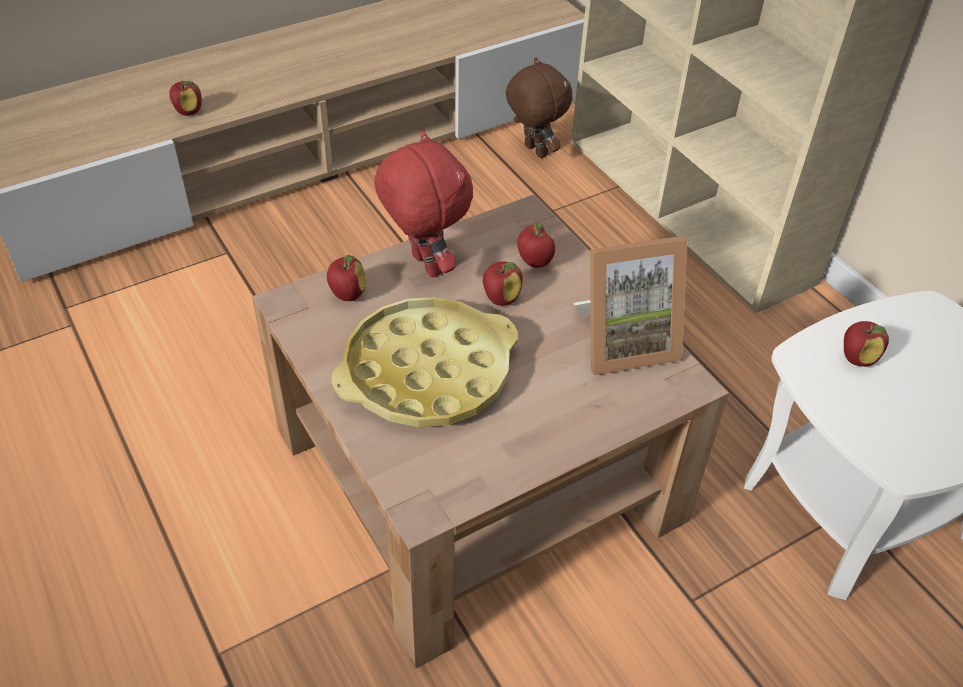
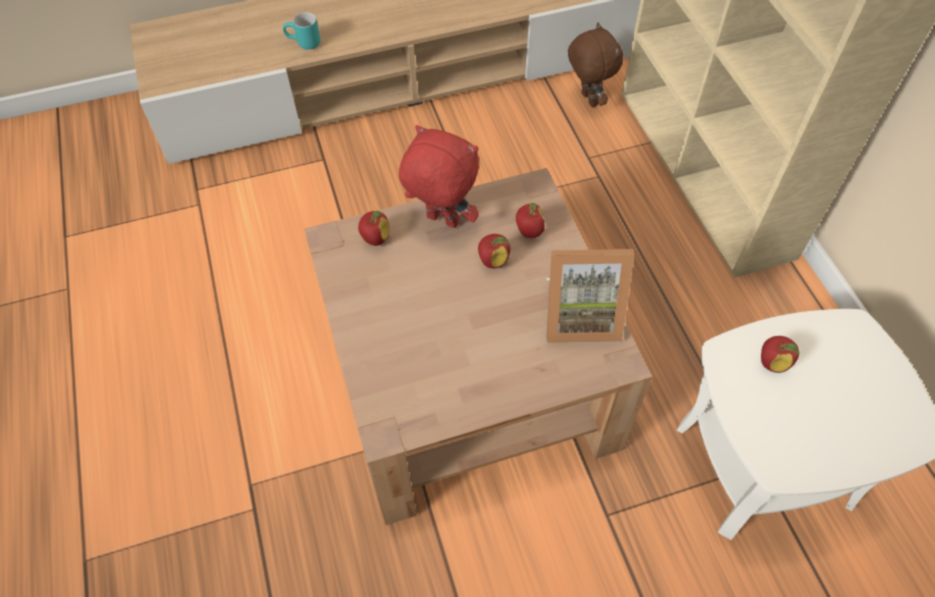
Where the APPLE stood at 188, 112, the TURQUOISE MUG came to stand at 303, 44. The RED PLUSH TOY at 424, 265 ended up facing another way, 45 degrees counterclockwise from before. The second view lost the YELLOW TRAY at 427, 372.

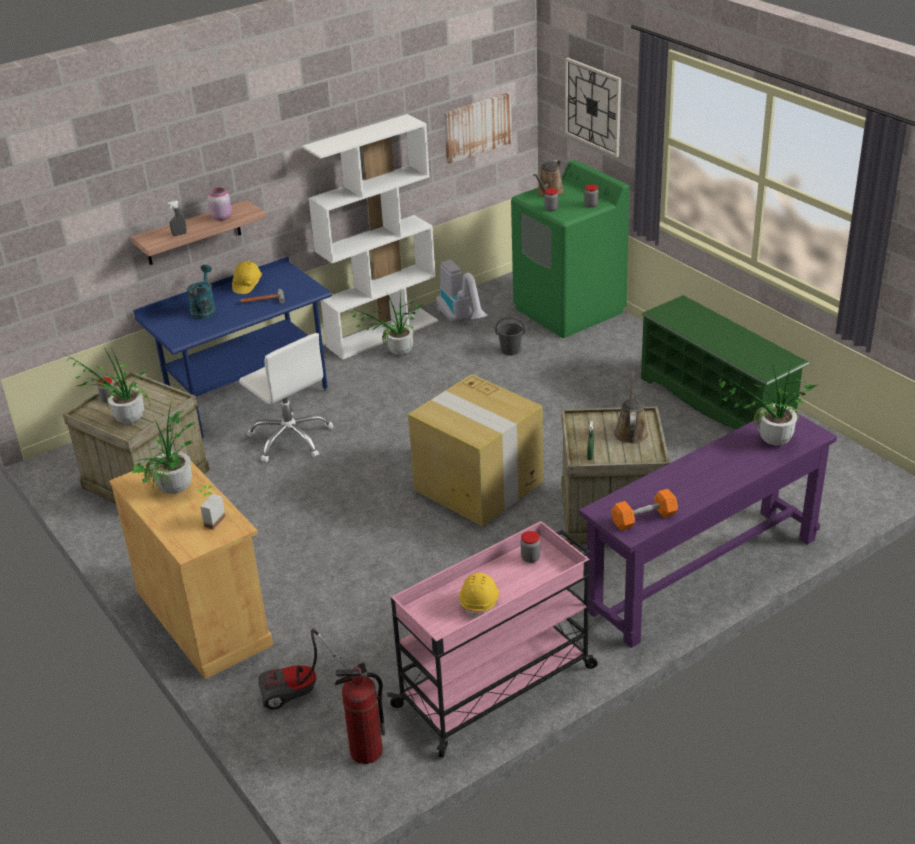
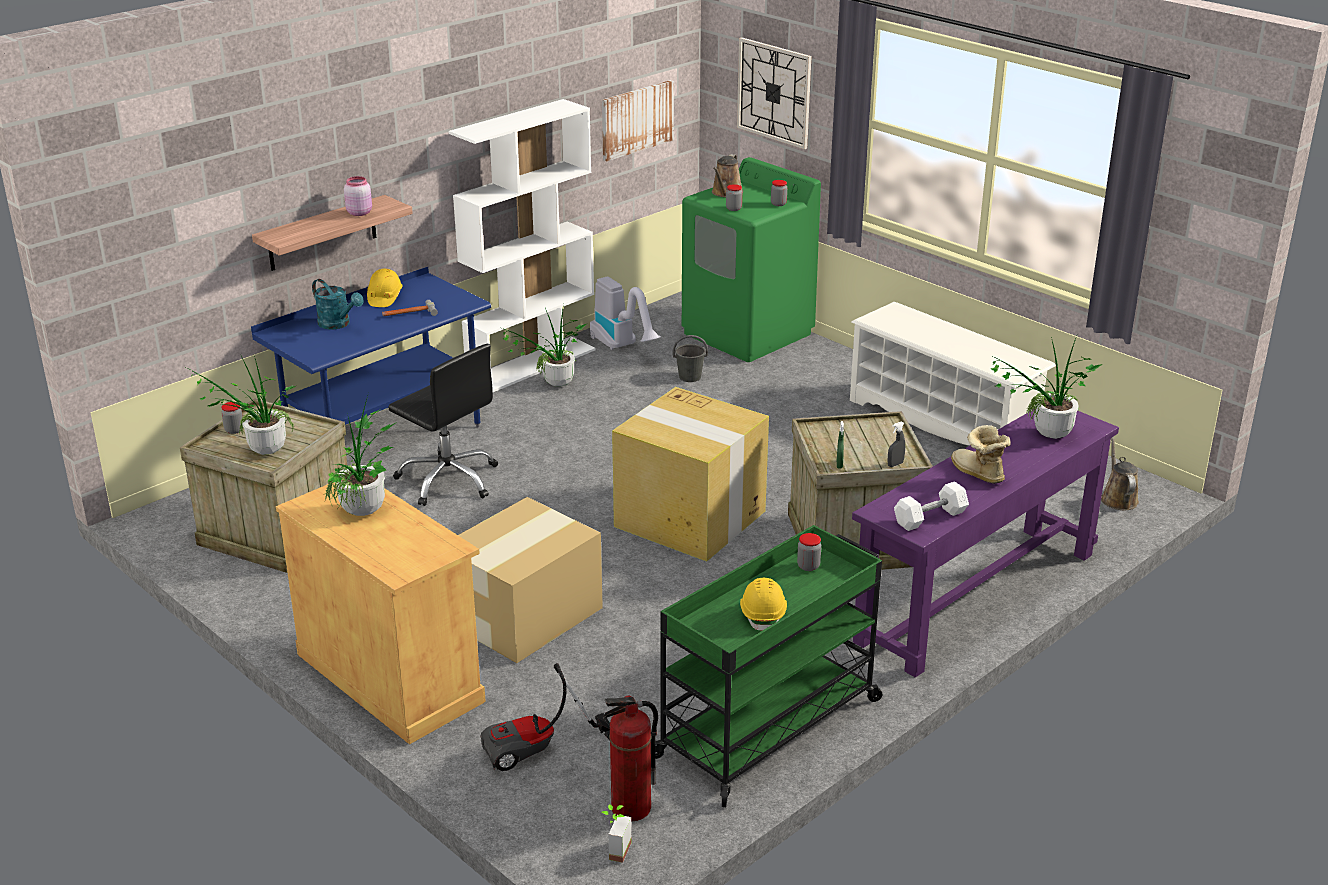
The GREY SPRAY BOTTLE ended up elsewhere, having gone from 179, 234 to 895, 464. The TURQUOISE WATERING CAN at 204, 309 ended up facing another way, 135 degrees clockwise from before. What was the GREEN SHOE RACK at 716, 403 turned into the WHITE SHOE RACK at 943, 422. What was the WHITE OFFICE CHAIR at 291, 438 turned into the BLACK OFFICE CHAIR at 448, 479. The BROWN WATERING CAN ended up elsewhere, having gone from 631, 431 to 1118, 498. The POTTED PLANT ended up elsewhere, having gone from 211, 520 to 614, 850. What was the ORANGE DUMBBELL at 644, 519 turned into the WHITE DUMBBELL at 930, 518. What was the PINK CART at 497, 685 turned into the GREEN CART at 770, 727. The second view gained the BOOT at 977, 474. The second view gained the CARDBOARD BOX at 522, 615.

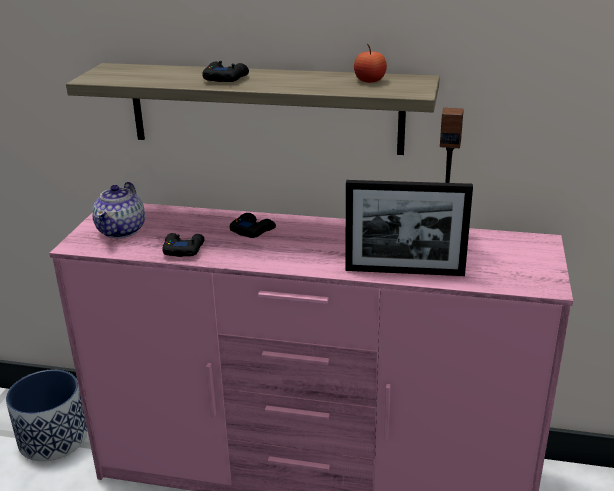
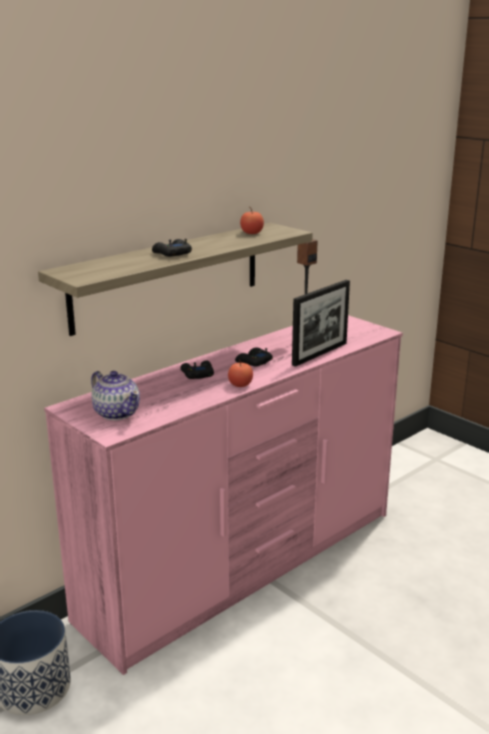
The BLACK GAME CONTROLLER ended up elsewhere, having gone from 183, 249 to 253, 362. The second view gained the APPLE at 240, 385.

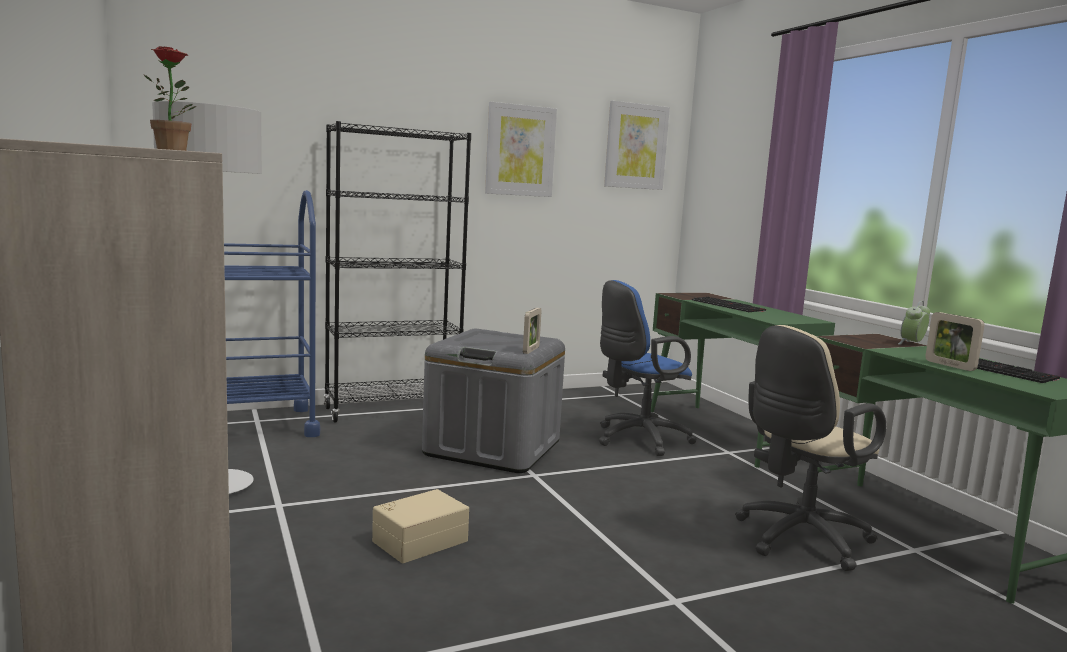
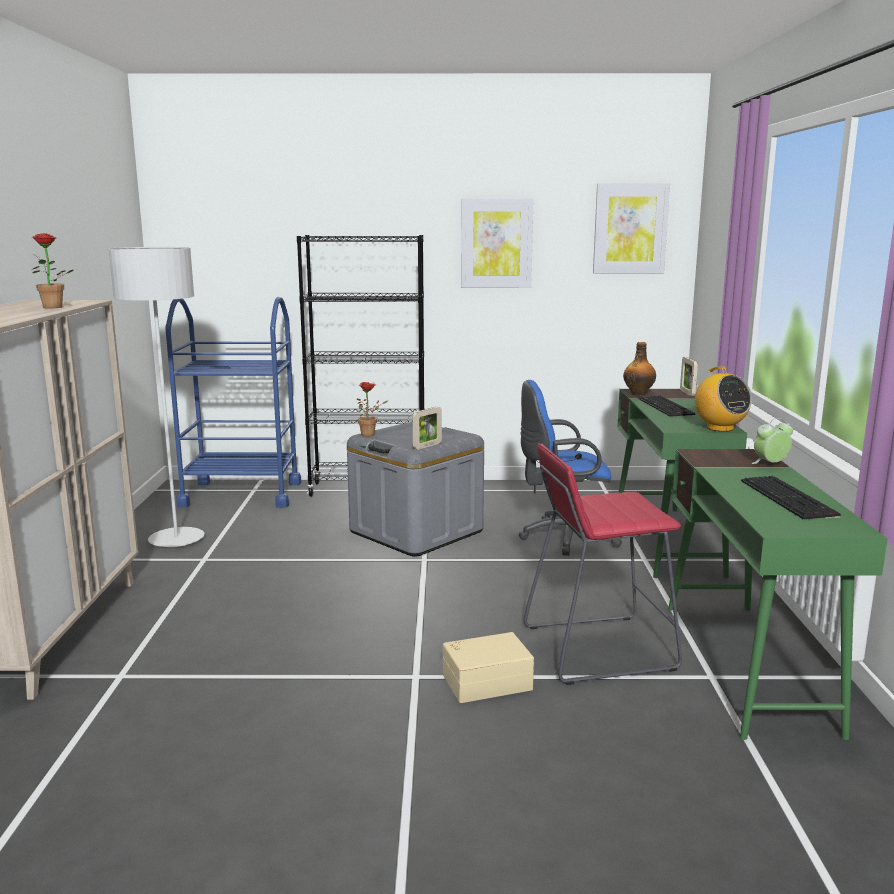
The PICTURE FRAME ended up elsewhere, having gone from 950, 365 to 687, 393. Where the BEIGE OFFICE CHAIR stood at 797, 540, the RED STOOL came to stand at 598, 648. The BEIGE STORAGE BOX ended up elsewhere, having gone from 419, 540 to 486, 681. The second view gained the BOTTLE at 639, 394. The second view gained the RADIO at 719, 428. The second view gained the POTTED PLANT at 370, 434.

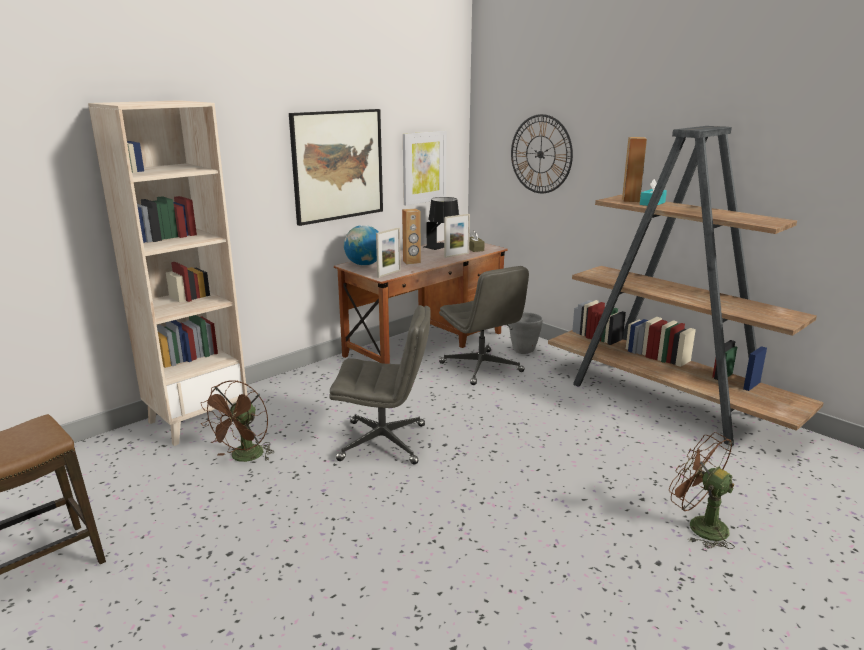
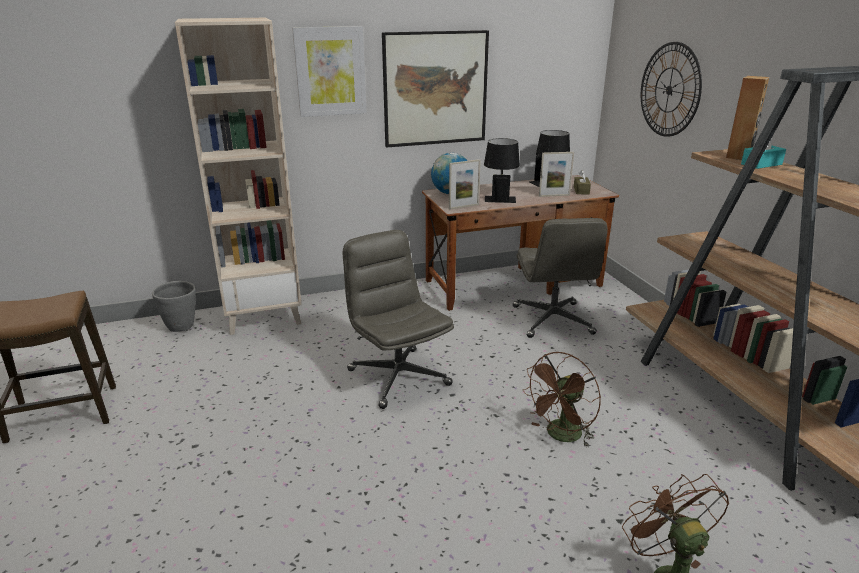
The PICTURE ended up elsewhere, having gone from 424, 167 to 330, 71. Where the BROWN SPEAKER stood at 411, 262, the BLACK TABLE LAMP came to stand at 499, 197. The GREY OFFICE CHAIR at 384, 442 ended up facing another way, 150 degrees counterclockwise from before. The GREY PLANTER ended up elsewhere, having gone from 524, 350 to 181, 327. The BROWN FAN ended up elsewhere, having gone from 244, 458 to 560, 436.

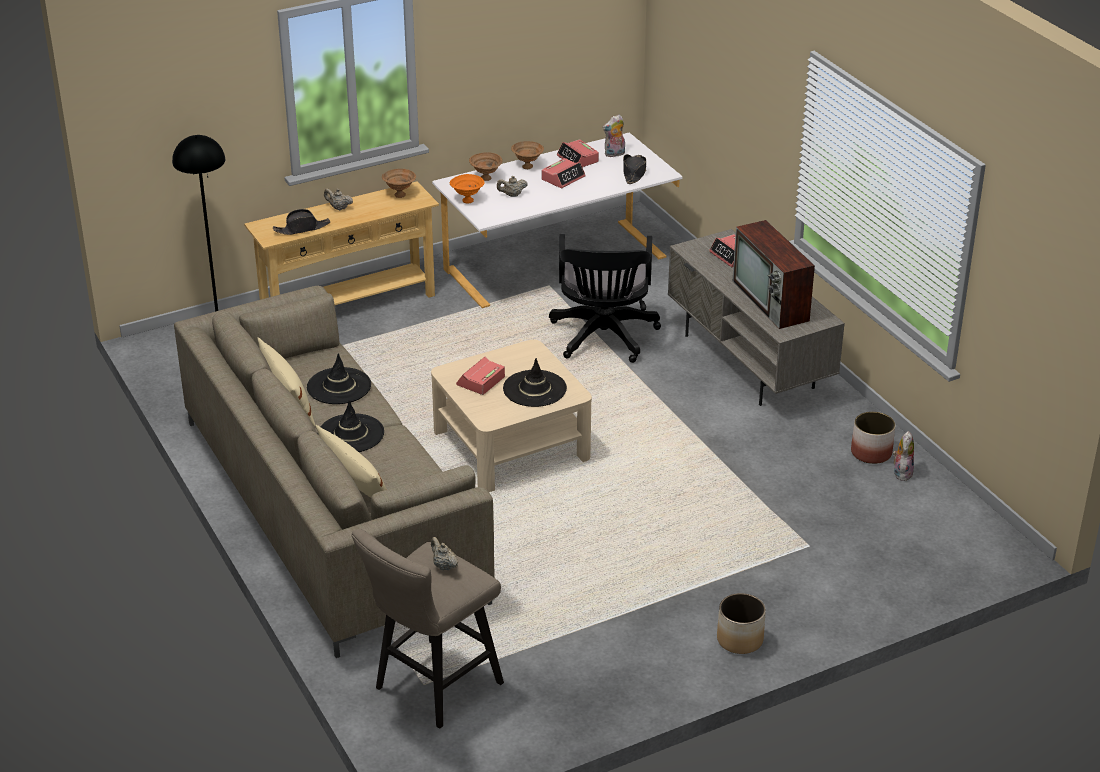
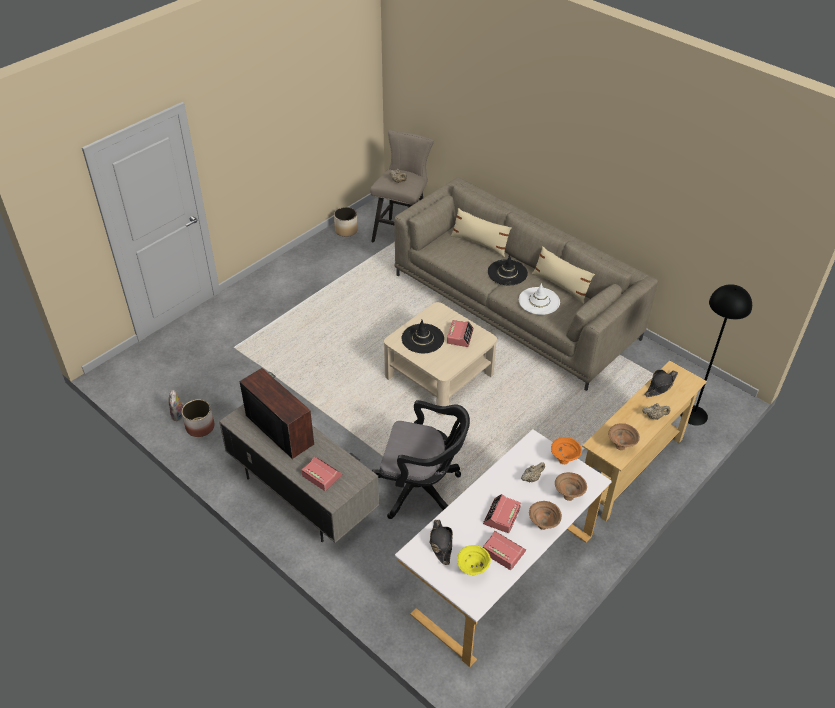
Where the PLUSH TOY stood at 614, 154, the YELLOW BOWL came to stand at 472, 571. The BLACK OFFICE CHAIR at 603, 339 ended up facing another way, 120 degrees clockwise from before. What was the BLACK HAT at 339, 386 turned into the WHITE HAT at 539, 301. The PLANTER ended up elsewhere, having gone from 739, 640 to 346, 230.

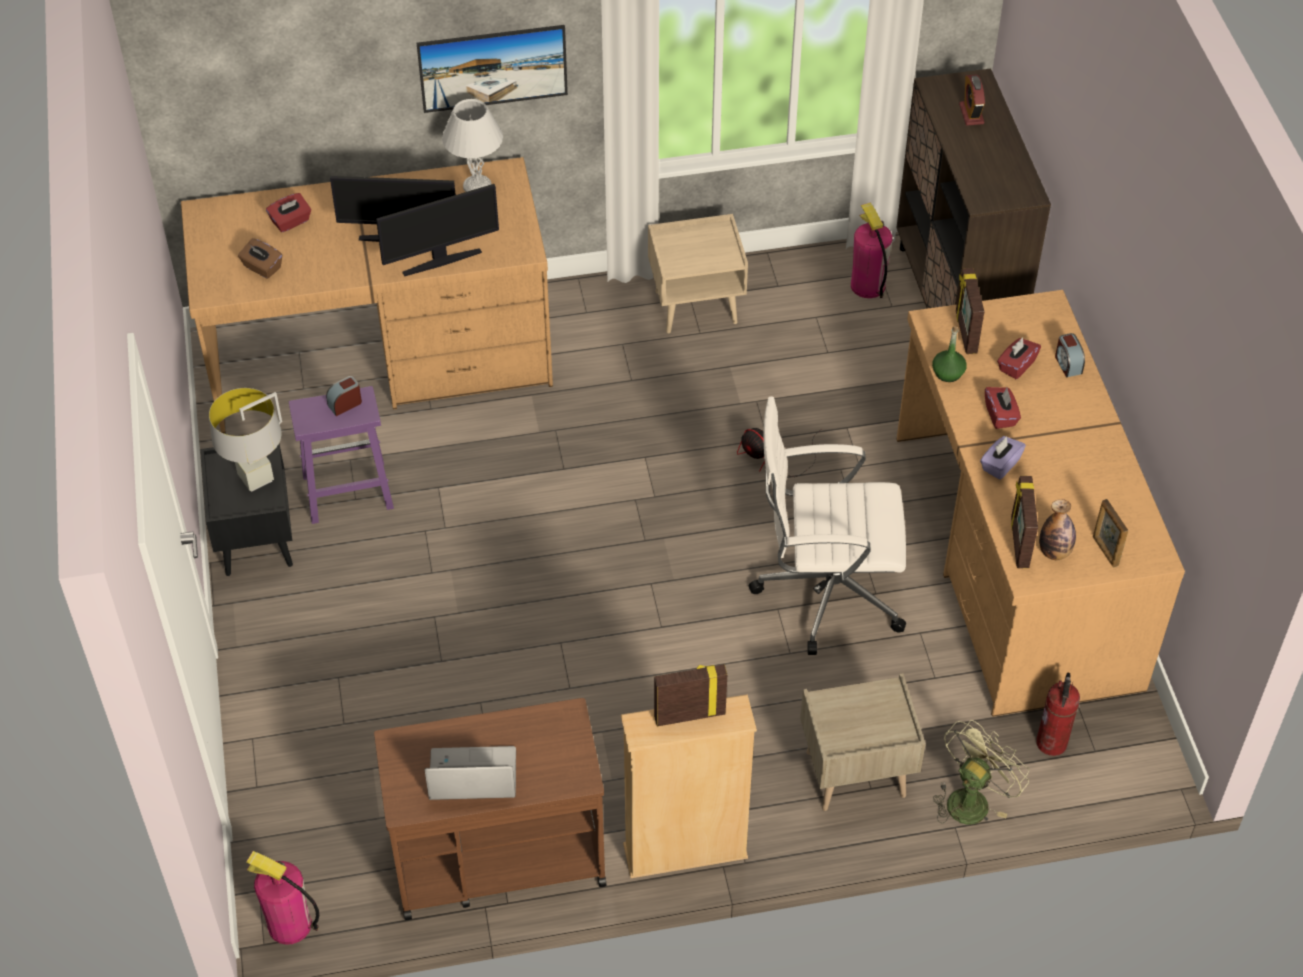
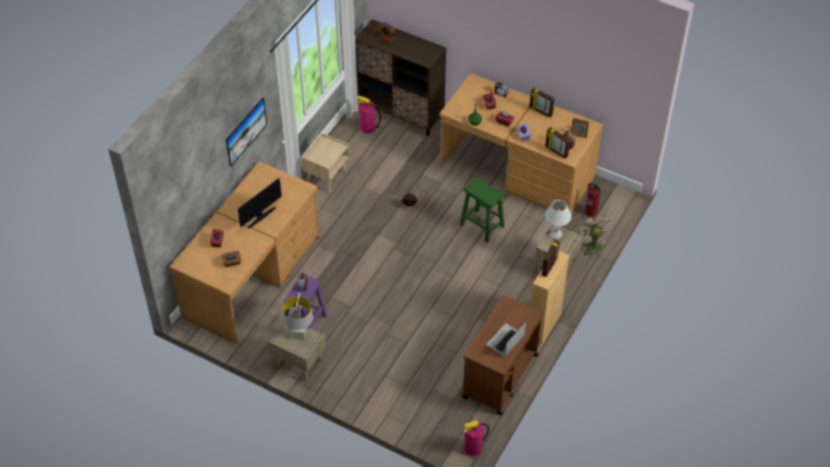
The WHITE TABLE LAMP ended up elsewhere, having gone from 476, 187 to 555, 234. The second view lost the MONITOR at 441, 261. The PICTURE FRAME ended up elsewhere, having gone from 965, 332 to 540, 112. Where the WHITE OFFICE CHAIR stood at 825, 591, the GREEN STOOL came to stand at 481, 225. What was the BLACK NIGHTSTAND at 255, 540 turned into the BEIGE NIGHTSTAND at 299, 363.

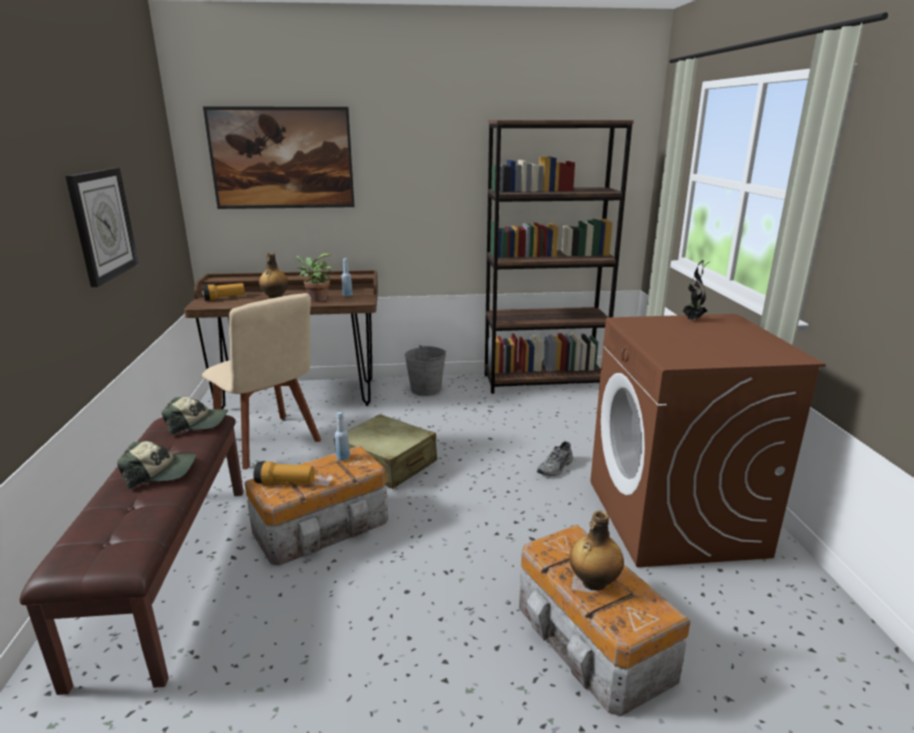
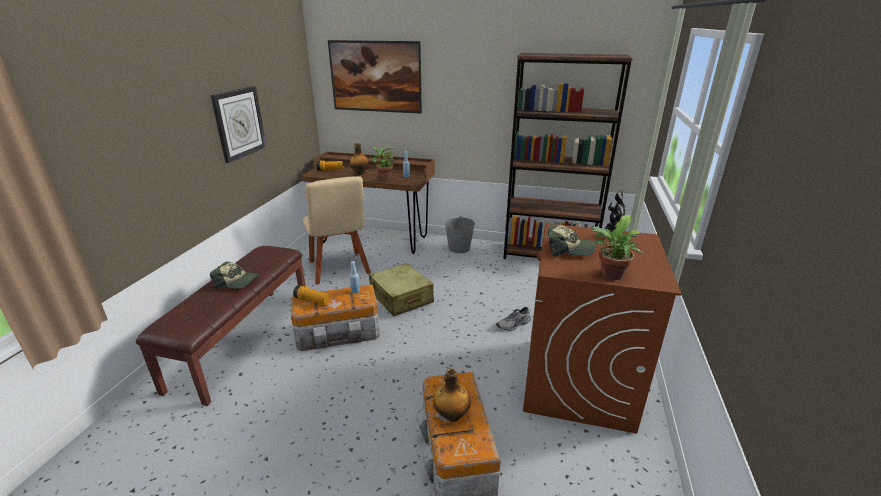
The CAP ended up elsewhere, having gone from 198, 423 to 569, 249. The second view gained the POTTED PLANT at 610, 276.

